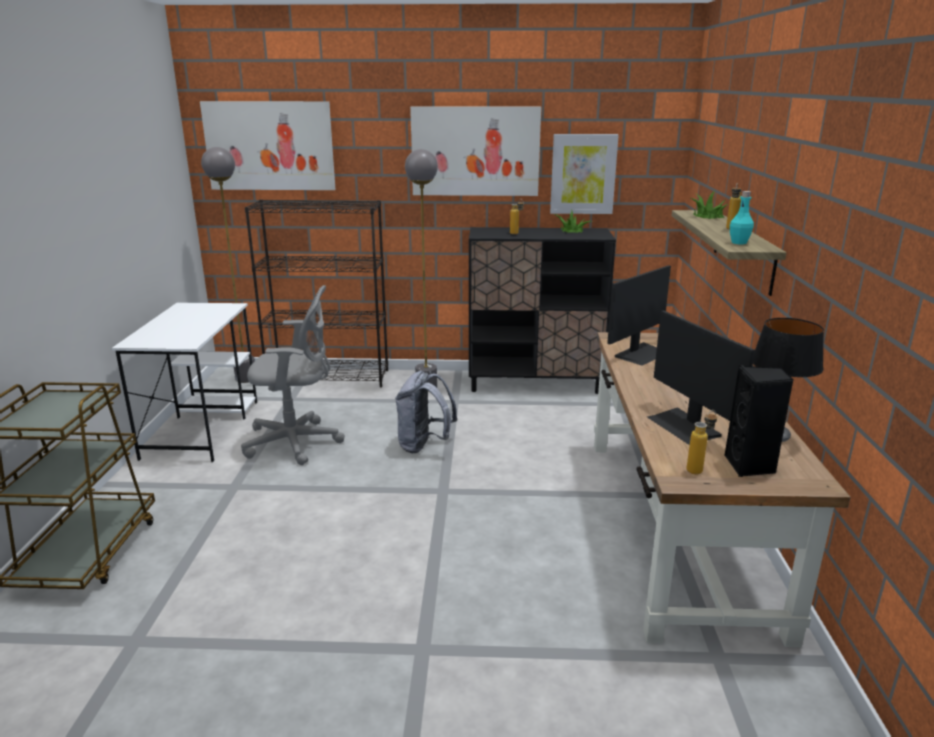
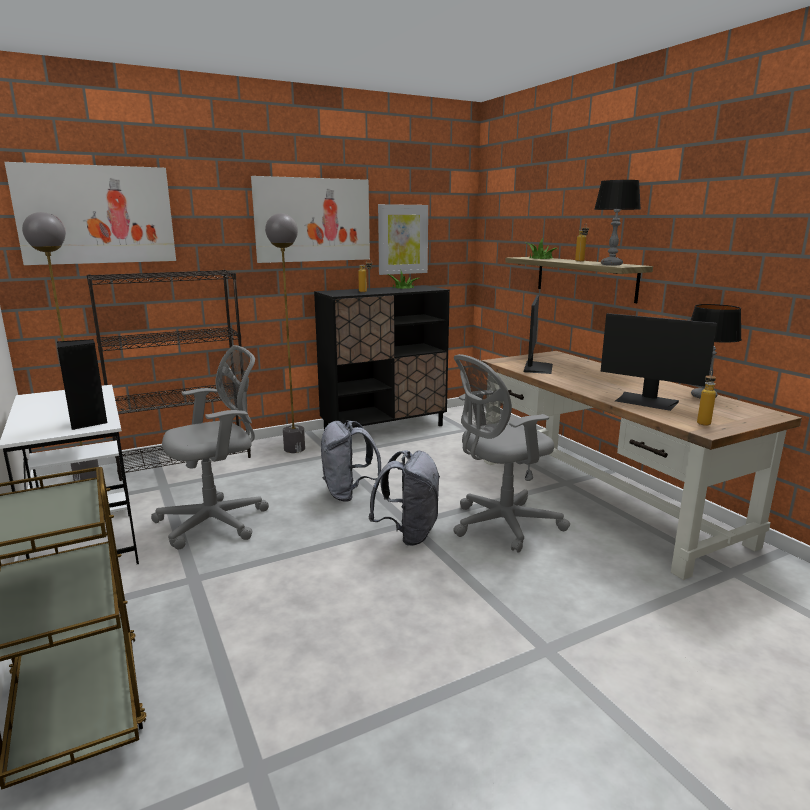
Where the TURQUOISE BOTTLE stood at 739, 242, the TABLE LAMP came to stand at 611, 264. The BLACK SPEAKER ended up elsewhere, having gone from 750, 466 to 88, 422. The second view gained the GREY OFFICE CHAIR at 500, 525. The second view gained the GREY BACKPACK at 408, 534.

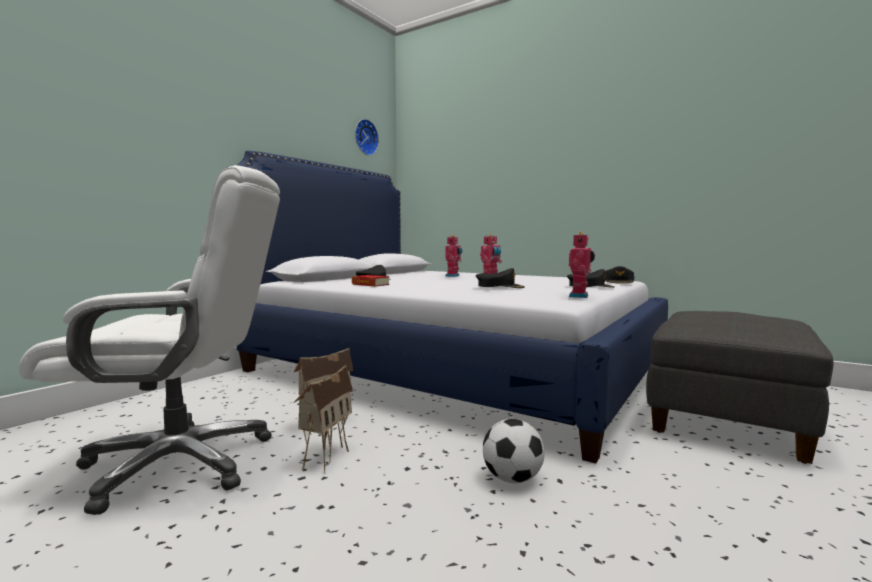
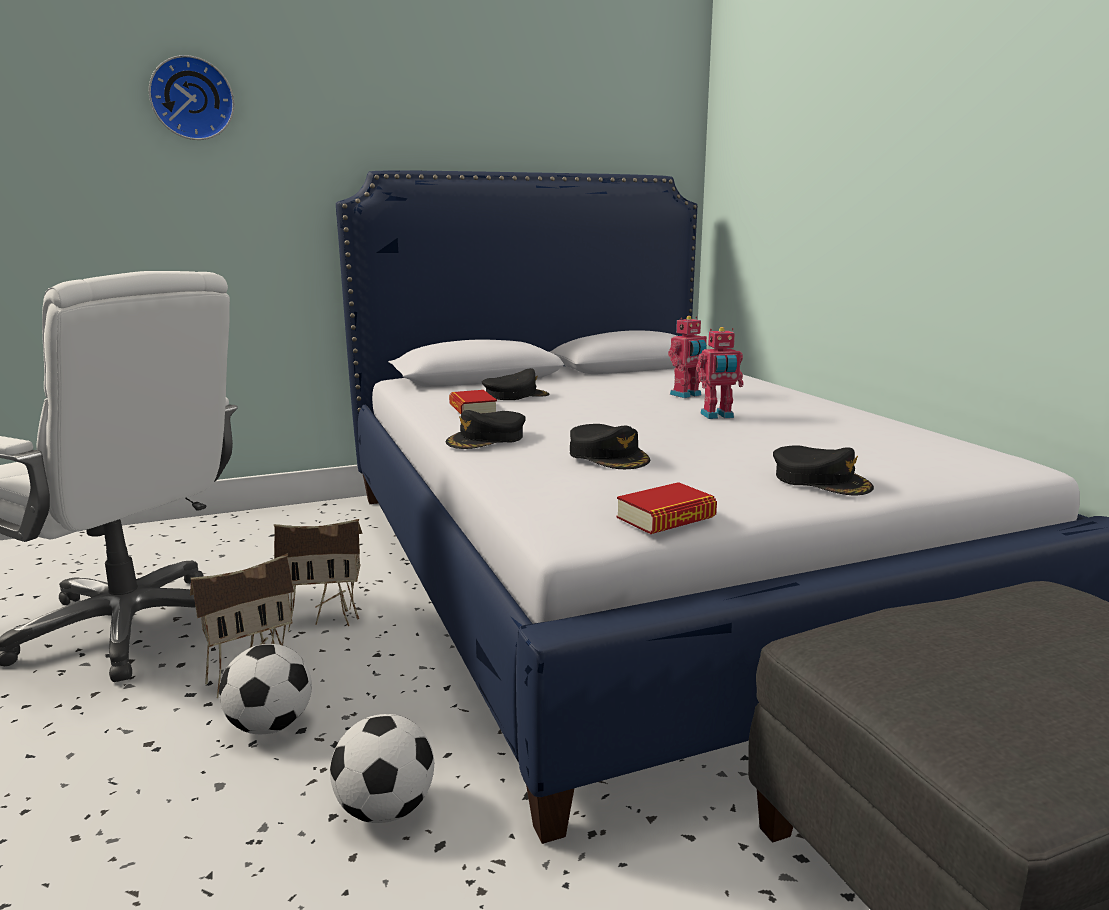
The WALL CLOCK ended up elsewhere, having gone from 365, 137 to 192, 99. Where the TOY ROBOT stood at 580, 296, the BOOK came to stand at 666, 518. The BLACK CAP ended up elsewhere, having gone from 618, 281 to 487, 439. The second view gained the FOOTBALL at 270, 726.

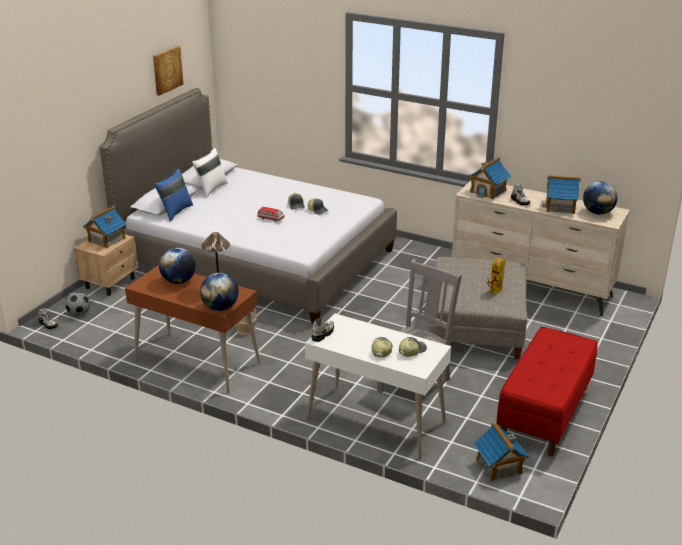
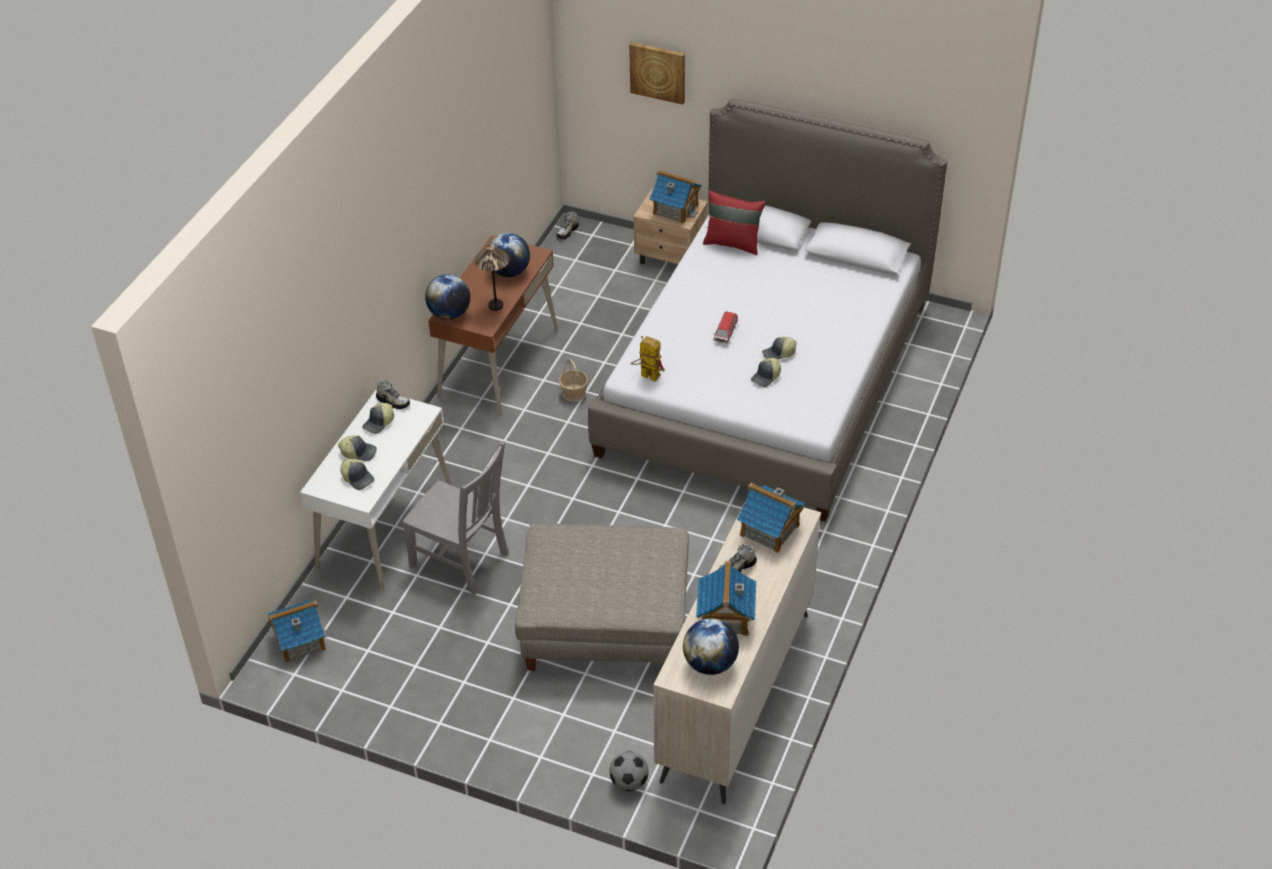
The PICTURE ended up elsewhere, having gone from 167, 70 to 658, 72. The second view lost the WHITE PILLOW at 211, 189. What was the BLUE PILLOW at 175, 211 turned into the RED PILLOW at 733, 243. The TOY ROBOT ended up elsewhere, having gone from 495, 292 to 646, 375. The FOOTBALL ended up elsewhere, having gone from 79, 314 to 629, 782. The second view lost the RED BENCH at 545, 413. The second view gained the CAP at 379, 423.

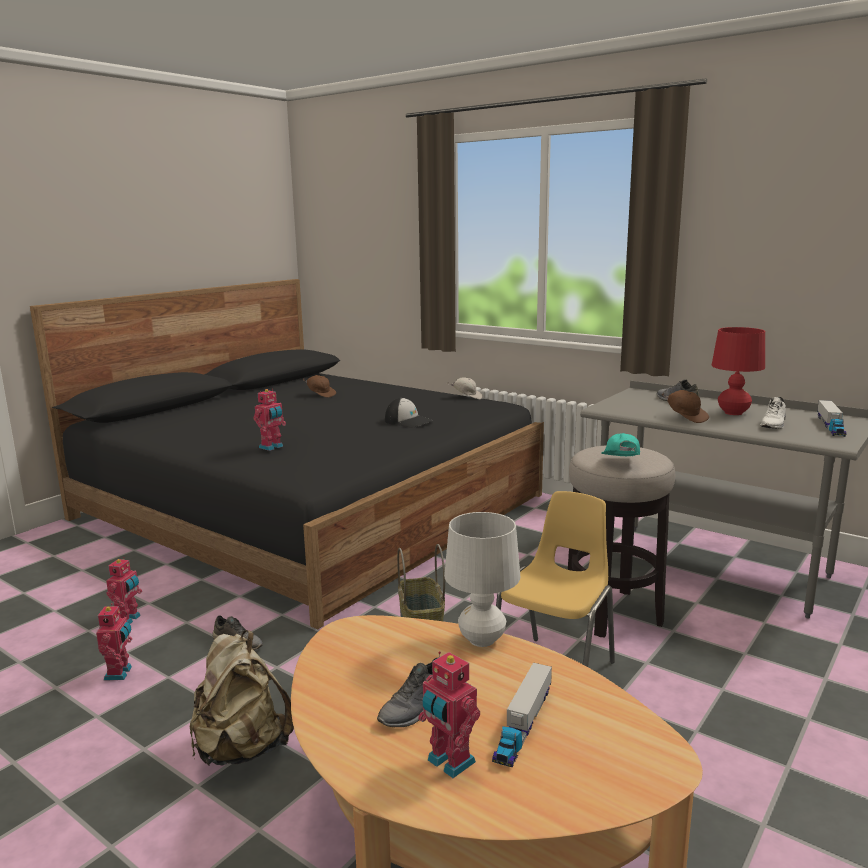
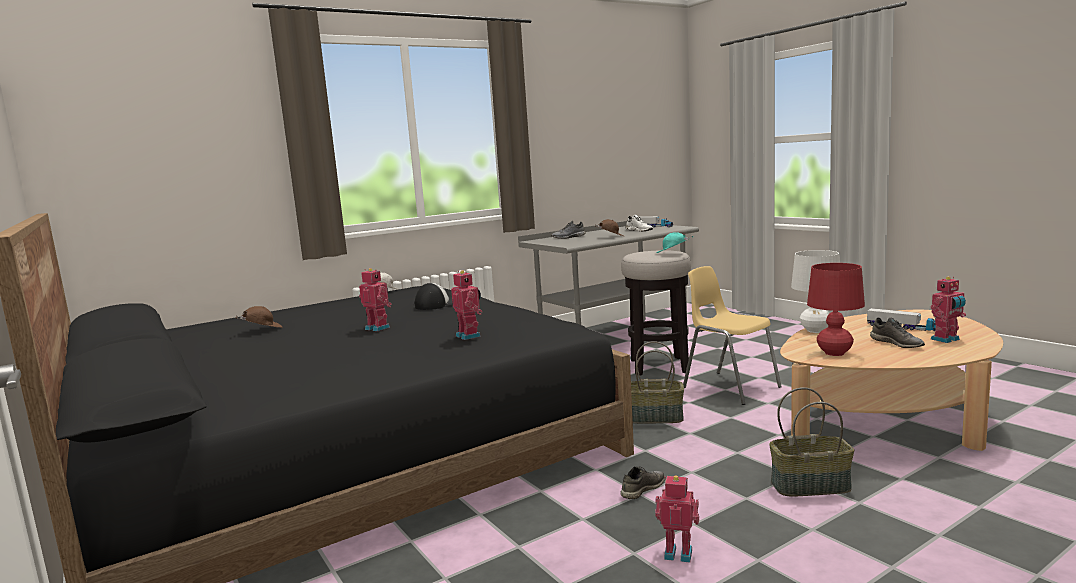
The RED TABLE LAMP ended up elsewhere, having gone from 733, 413 to 834, 353. The TOY ROBOT ended up elsewhere, having gone from 128, 619 to 378, 328. Where the BEIGE BACKPACK stood at 242, 749, the BASKET came to stand at 810, 485.

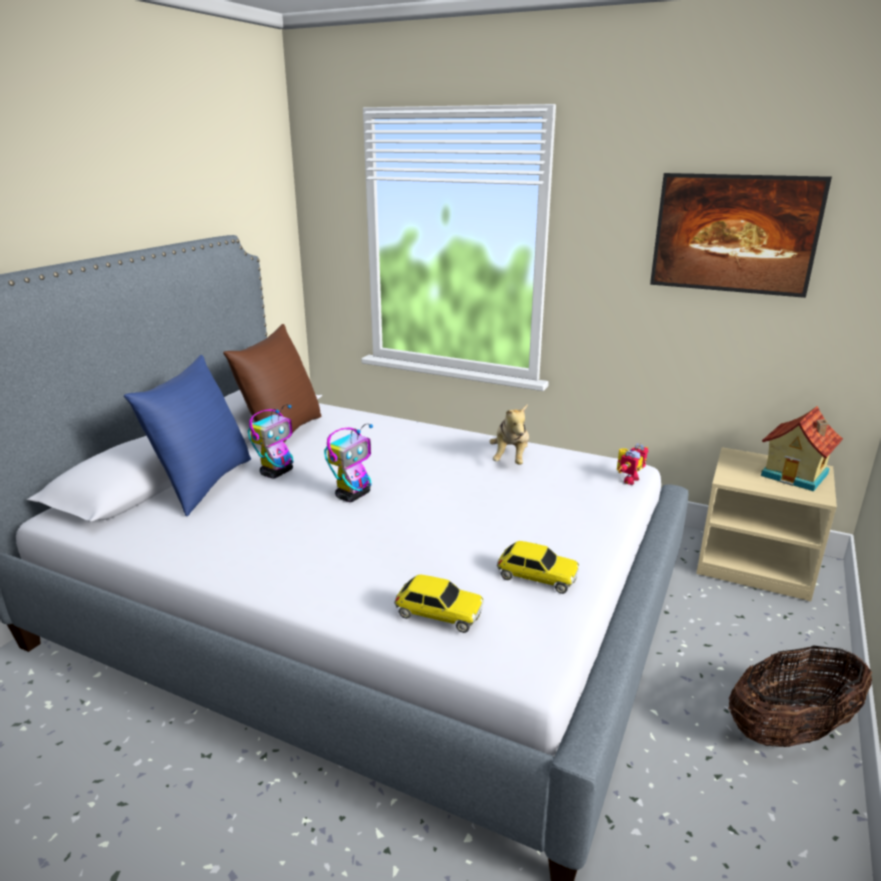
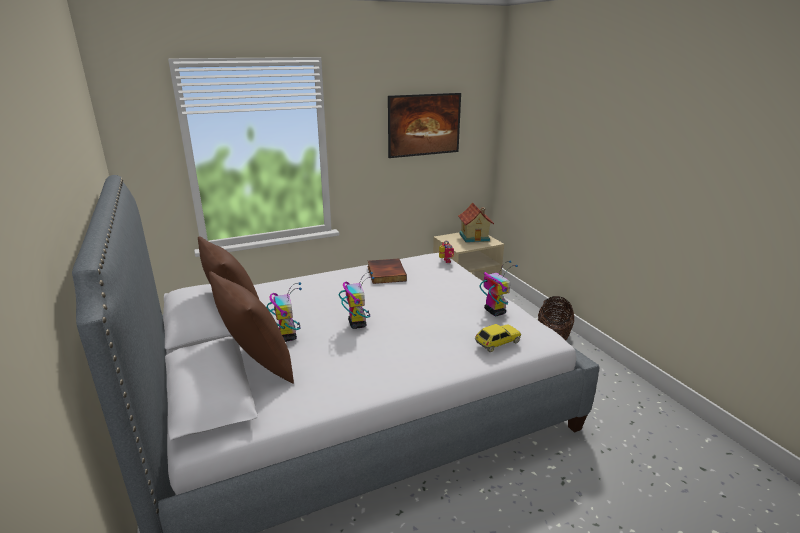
What was the BLUE PILLOW at 203, 484 turned into the BROWN PILLOW at 256, 365. Where the PLUSH TOY stood at 510, 458, the BOOK came to stand at 385, 273. Where the TOY CAR stood at 536, 577, the TOY ROBOT came to stand at 494, 311.

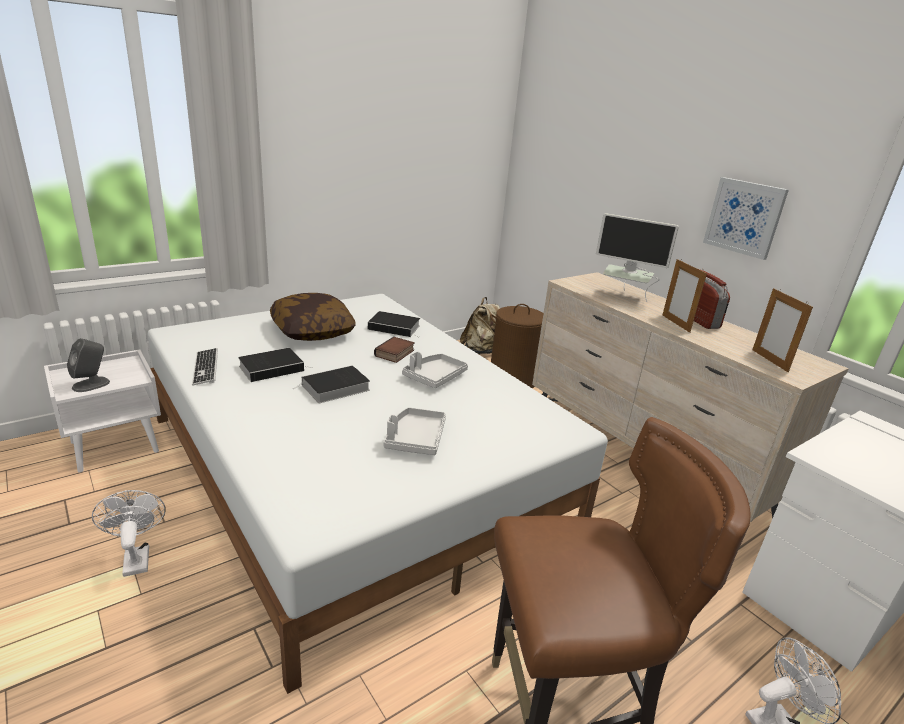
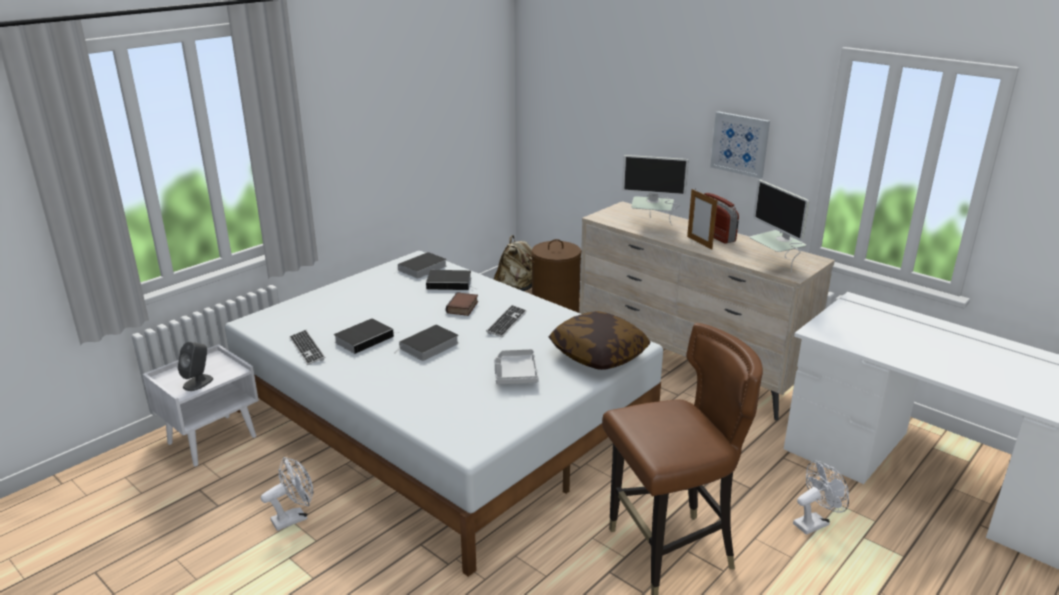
Where the PICTURE FRAME stood at 769, 360, the MONITOR came to stand at 775, 263. The PILLOW ended up elsewhere, having gone from 312, 331 to 598, 355. Where the GREY TRAY stood at 434, 377, the KEYBOARD came to stand at 507, 322. The WHITE FAN at 136, 557 ended up facing another way, 90 degrees clockwise from before. The second view gained the BOOK at 422, 268.

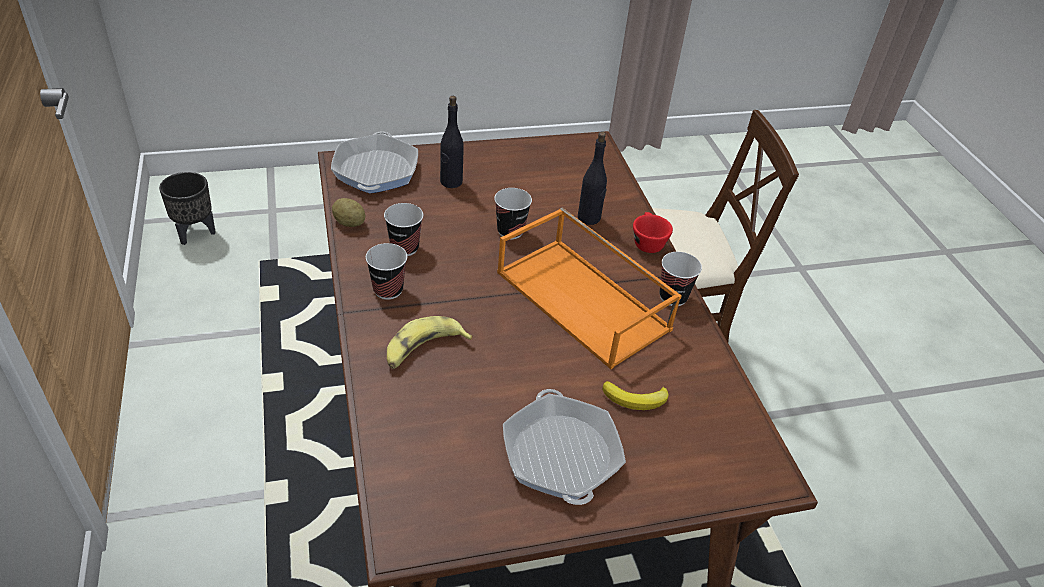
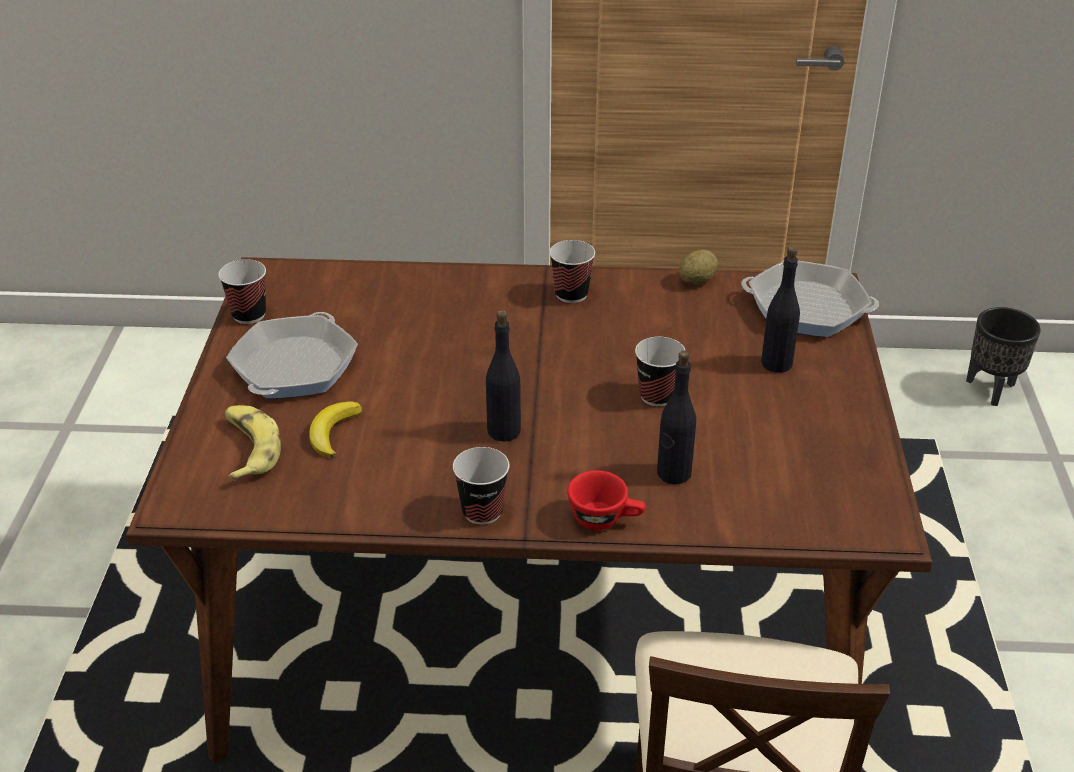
The CUP ended up elsewhere, having gone from 404, 248 to 249, 315. Where the ORANGE TRAY stood at 585, 301, the BLACK BOTTLE came to stand at 503, 431. The BANANA ended up elsewhere, having gone from 423, 350 to 248, 449. The FRYING PAN at 561, 454 ended up facing another way, 75 degrees counterclockwise from before.

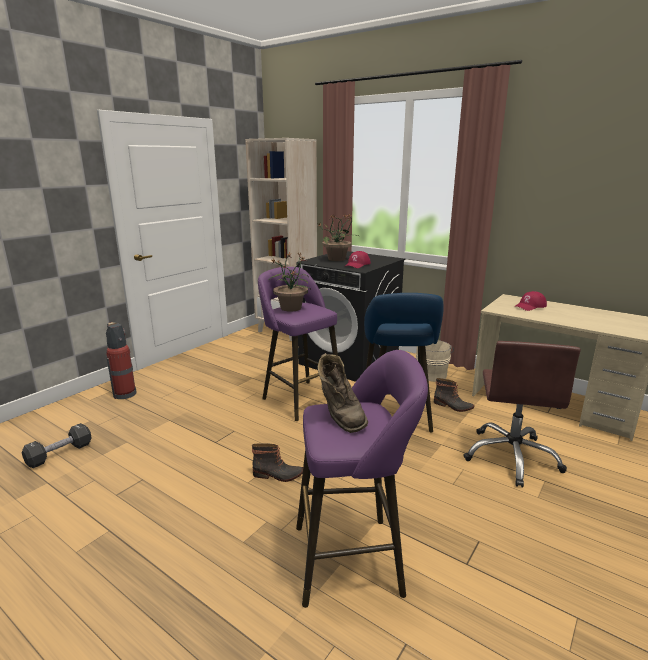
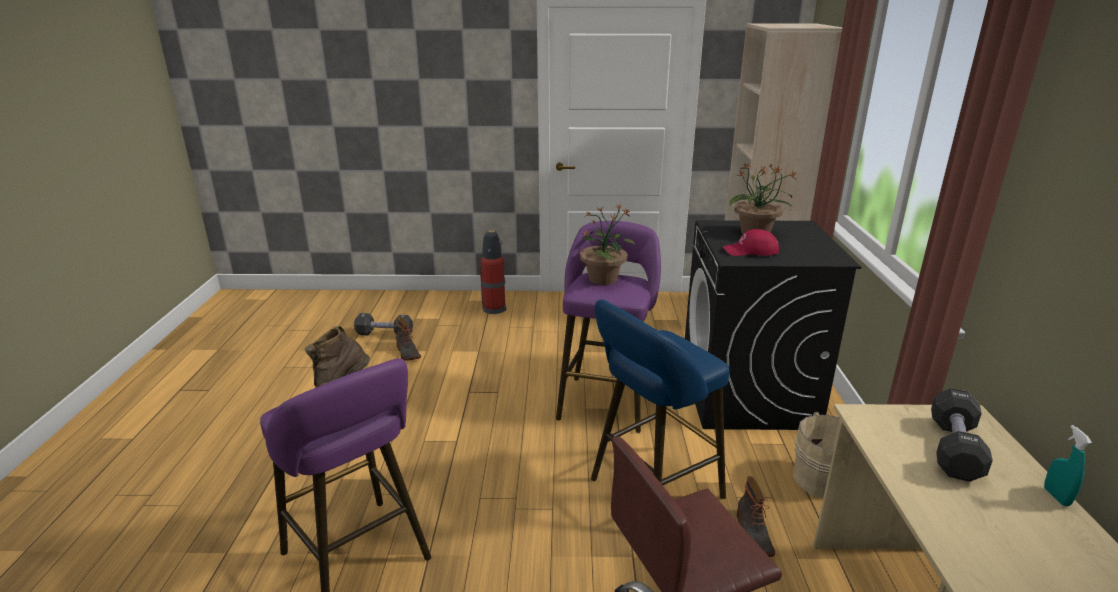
Where the RED CAP stood at 530, 306, the BLACK DUMBBELL came to stand at 954, 449. The BOOT ended up elsewhere, having gone from 278, 475 to 407, 353. The second view gained the TURQUOISE SPRAY BOTTLE at 1056, 496.

